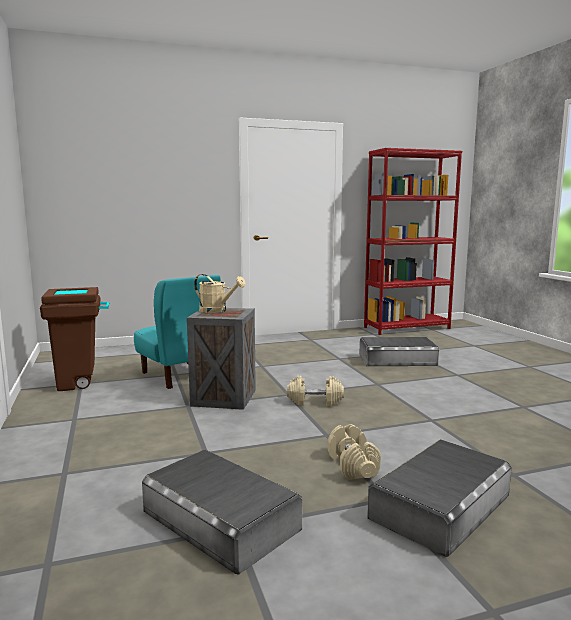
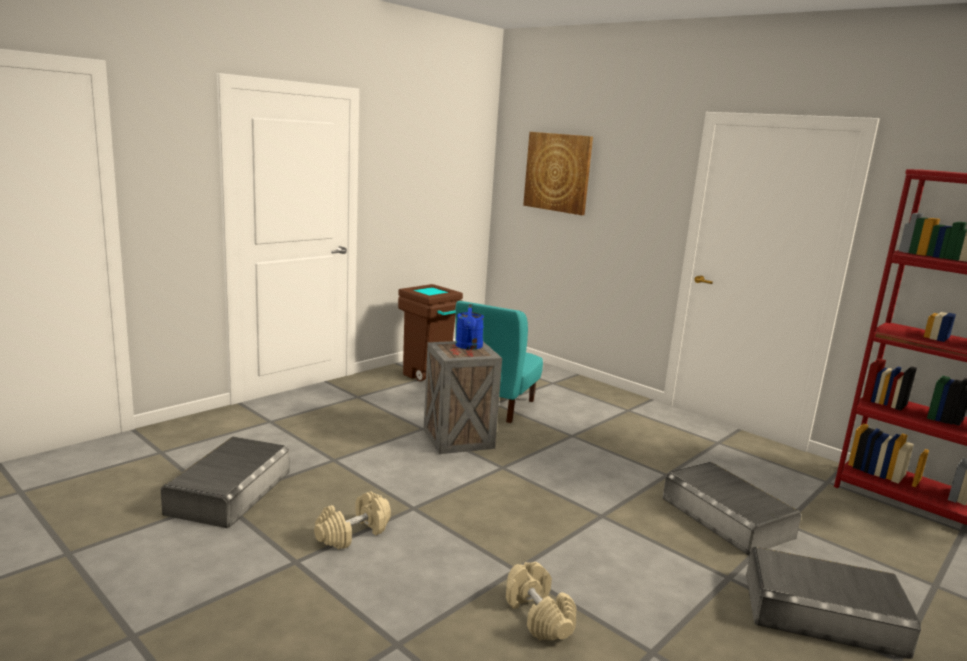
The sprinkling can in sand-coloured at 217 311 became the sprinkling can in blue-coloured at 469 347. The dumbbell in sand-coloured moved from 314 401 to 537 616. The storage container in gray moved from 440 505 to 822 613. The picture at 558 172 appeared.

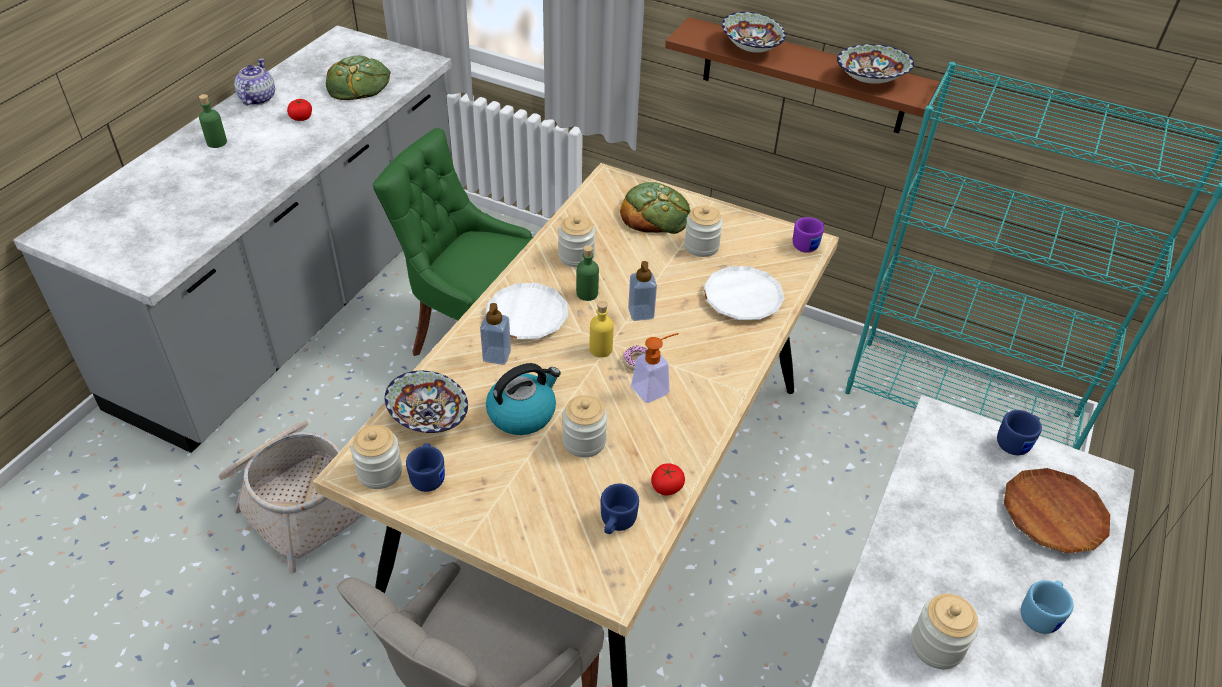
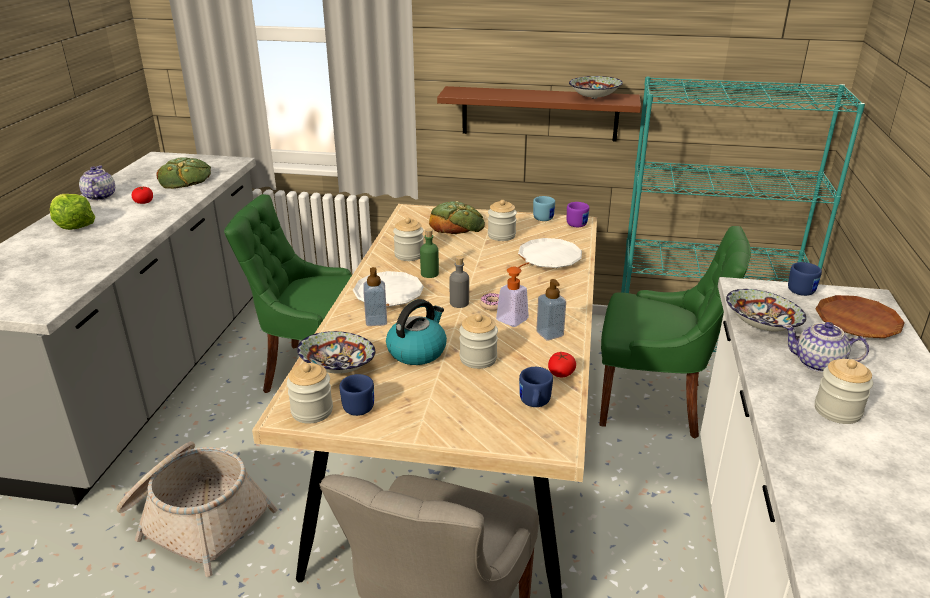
The bowl moved from 750 48 to 760 326. The beverage bottle in greenish at 216 142 was replaced by the head of lettuce at 73 225. The soap bottle moved from 641 313 to 549 334. The beverage bottle in yellow at 600 349 became the beverage bottle in gray at 459 303. The mug in blue-coloured moved from 1041 614 to 544 217. The chair in greenish at 654 403 appeared. The tea pot at 819 364 appeared.

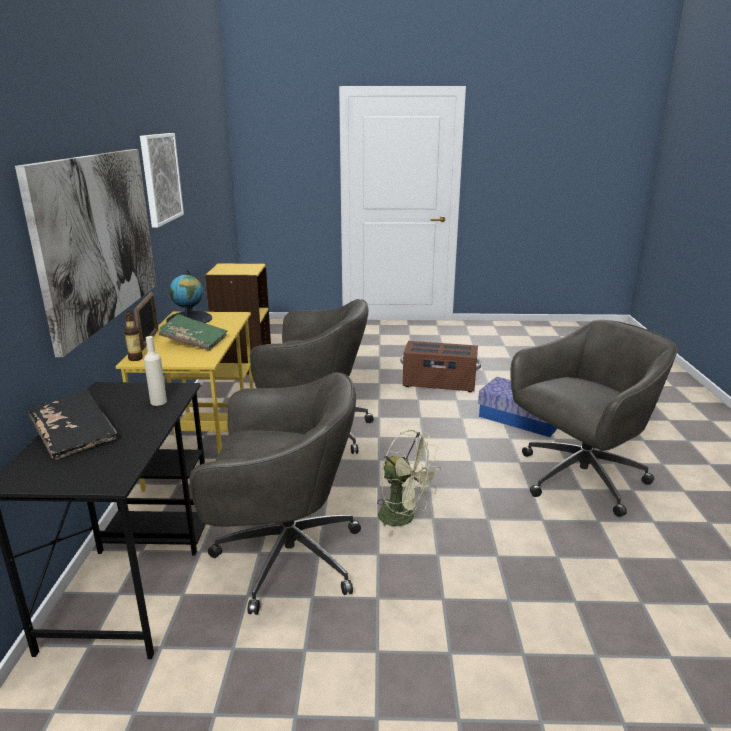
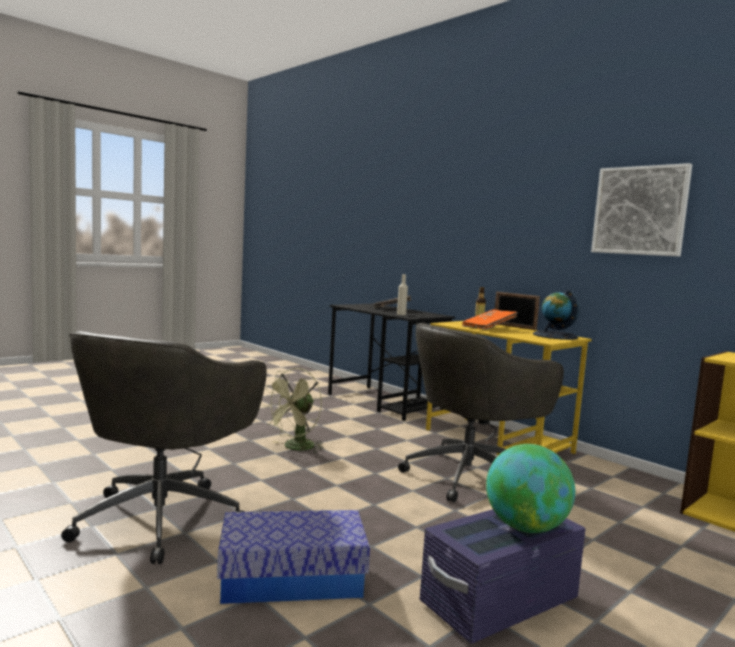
The picture at 98 239 disappeared. The book in greenish at 194 342 became the book in orange-coloured at 489 328. The storage container in brown-coloured at 439 383 became the storage container in purple at 498 602. The computer chair in gray at 284 557 disappeared. The fan in greenish at 404 518 turned 45 degrees counterclockwise. The globe at 525 527 appeared.

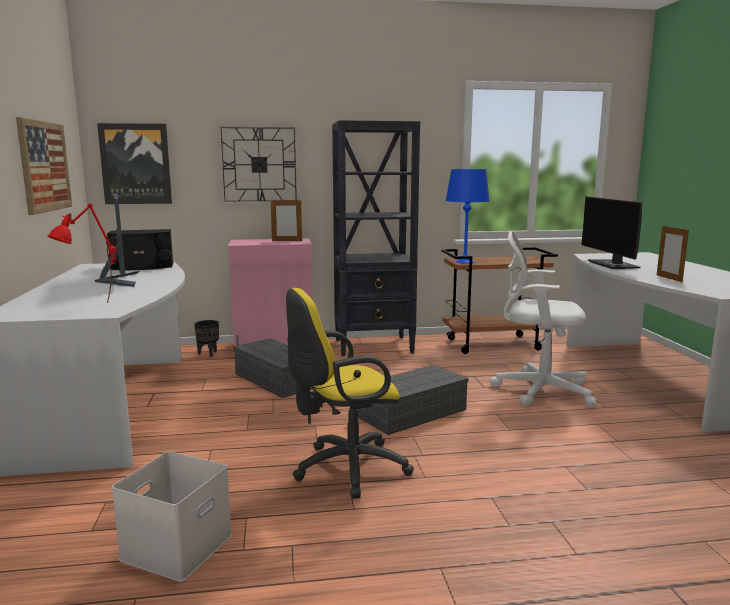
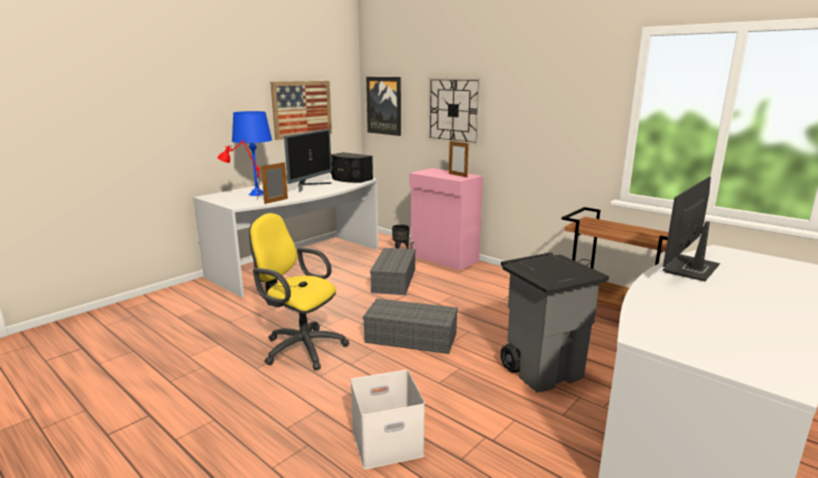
The shelving unit in black at 374 346 disappeared. The lamp for a table in blue-coloured moved from 465 261 to 257 194. The picture frame moved from 669 278 to 276 201. The computer chair in whitish at 538 390 was replaced by the trash can in gray at 543 370. The storage container in whitish moved from 177 545 to 388 441.

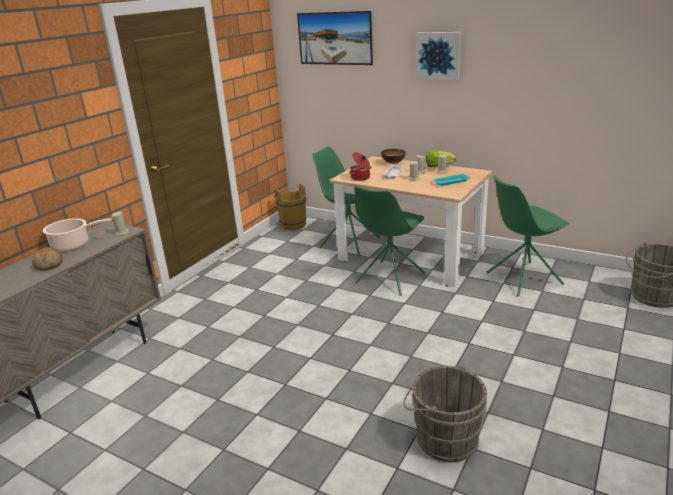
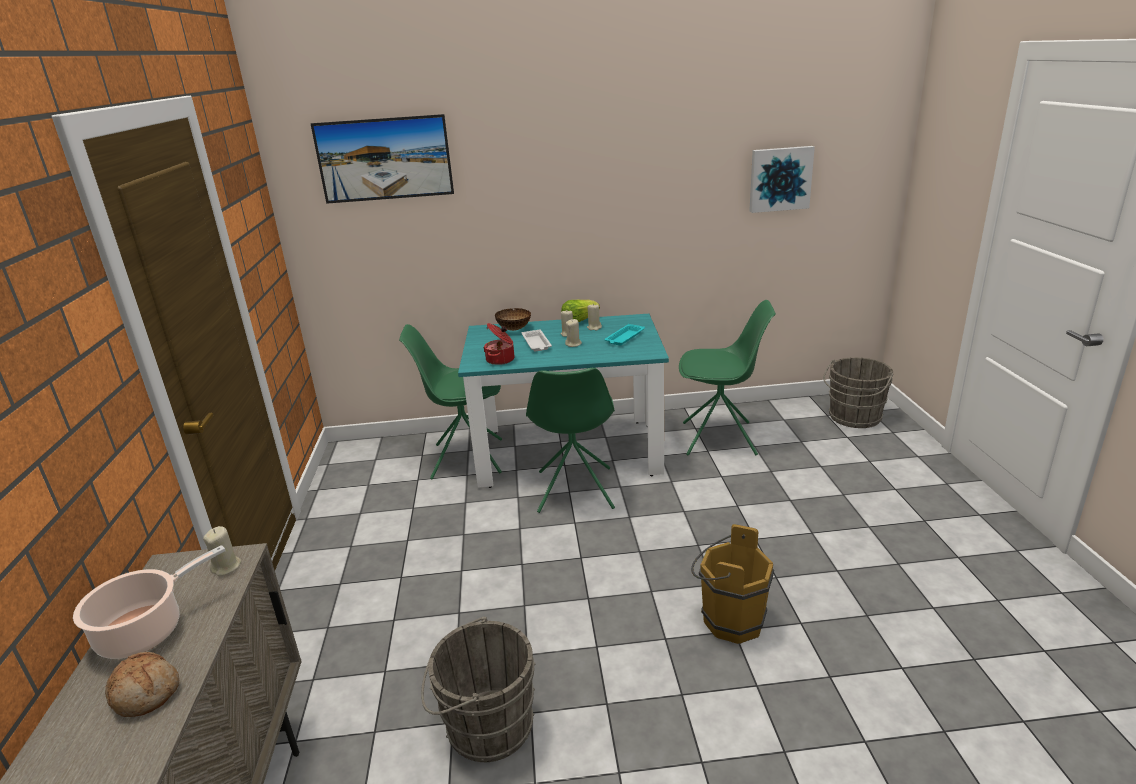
The picture moved from 438 55 to 780 179. The dinner table in sand-coloured at 410 257 became the dinner table in turquoise at 568 452. The chair in greenish at 522 279 turned 120 degrees counterclockwise. The bucket in brown-coloured moved from 292 224 to 728 620. The bucket in gray moved from 443 438 to 484 726.

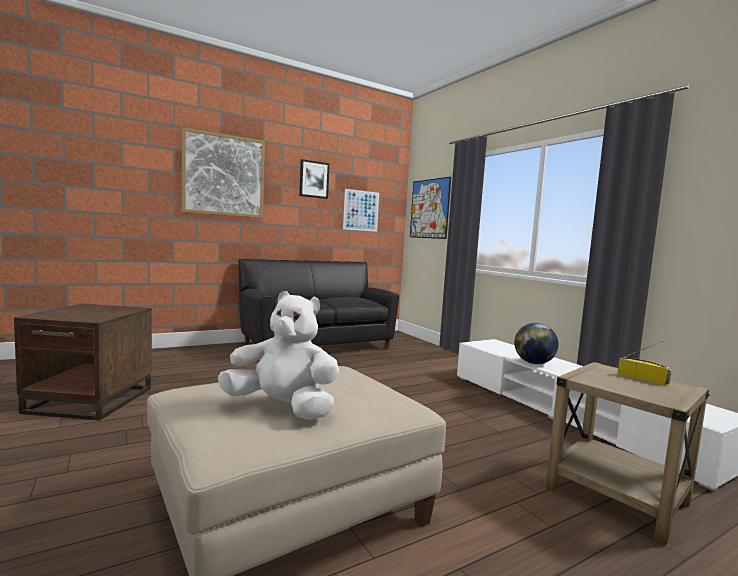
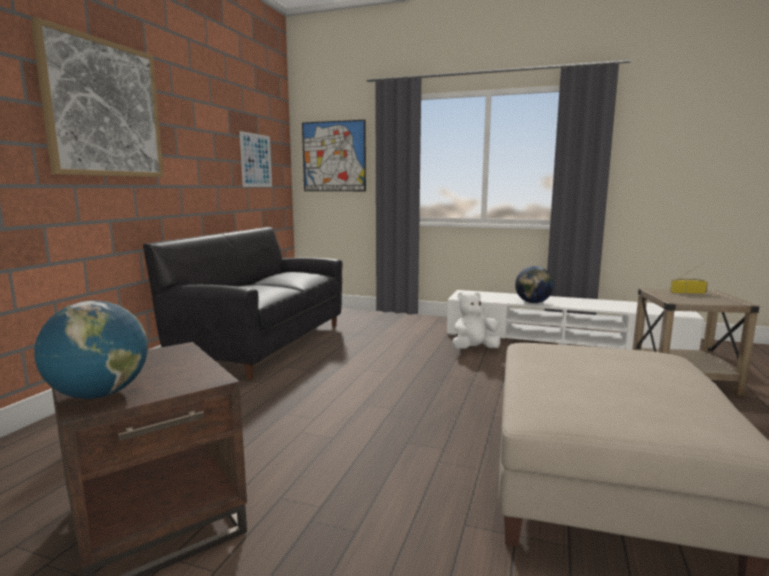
The picture at 314 179 disappeared. The cuddly toy in whitish moved from 282 408 to 474 349. The globe at 99 394 appeared.

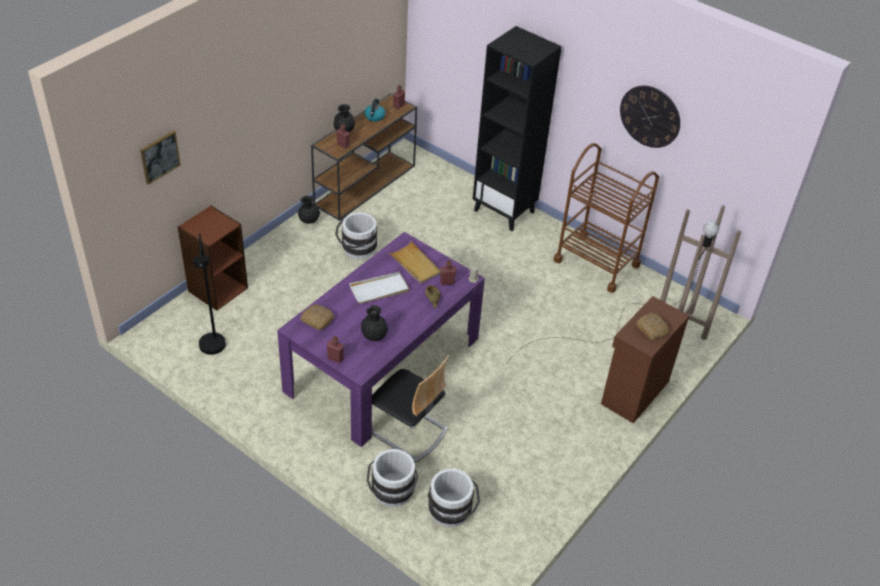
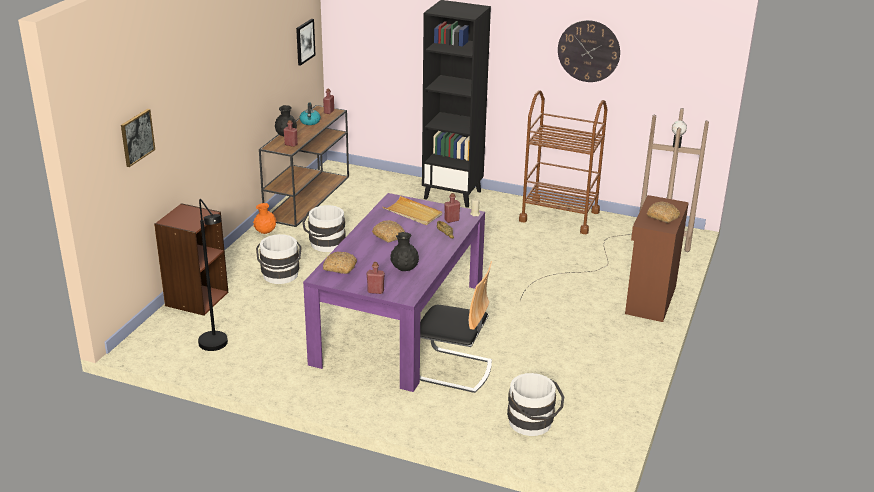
The decorative vase in black at 309 221 became the decorative vase in orange-coloured at 265 232. The serving tray in whitish at 379 289 was replaced by the baked bread at 389 235. The bucket in whitish moved from 392 494 to 280 277. The picture at 304 41 appeared.

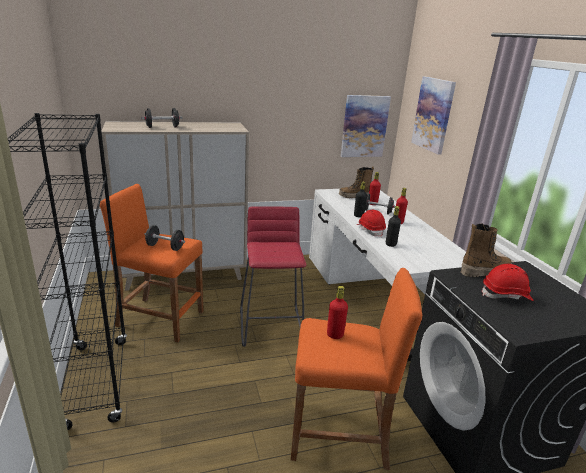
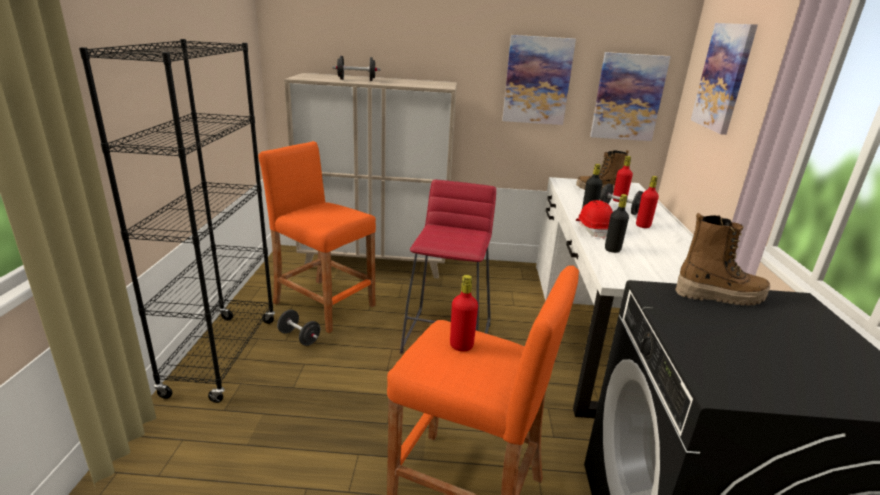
The dumbbell in black moved from 165 247 to 299 337. The safety helmet in reddish at 506 295 disappeared. The picture at 537 80 appeared.

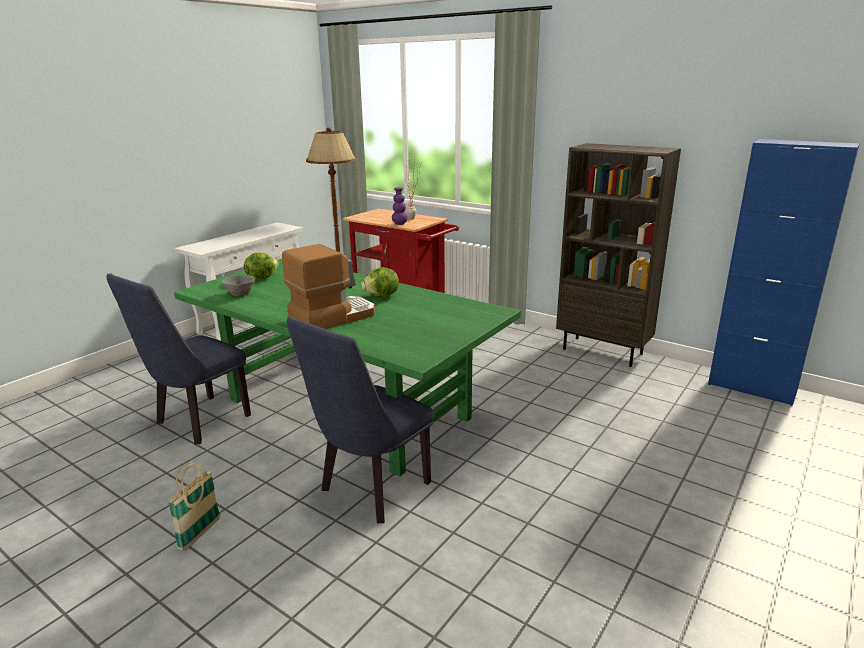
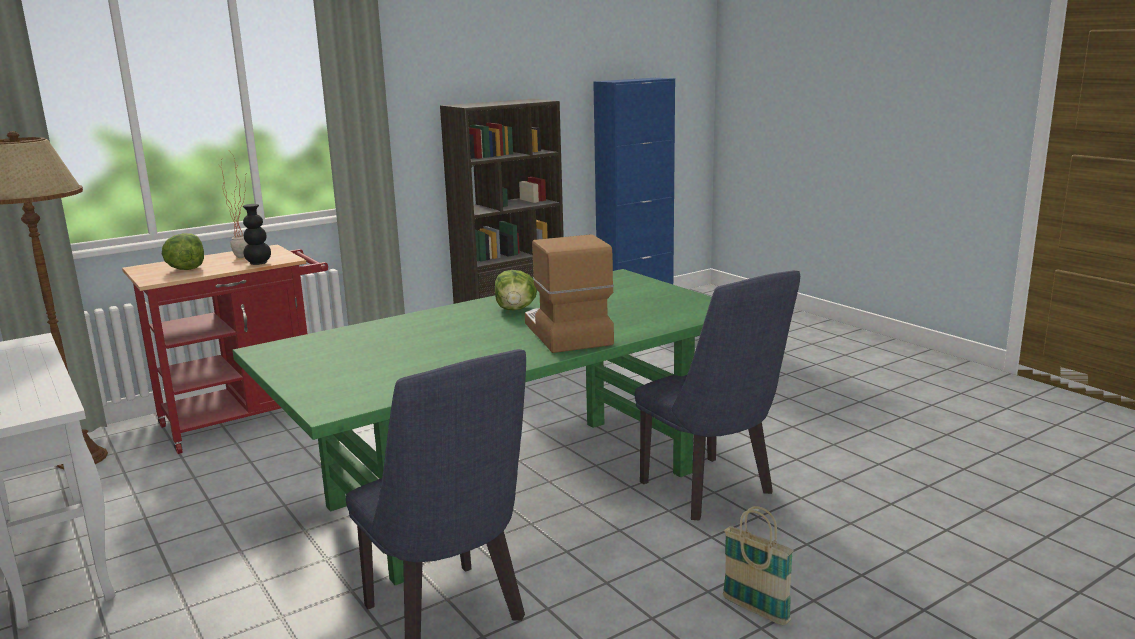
The decorative vase in purple at 399 224 became the decorative vase in black at 258 263. The head of lettuce moved from 261 278 to 186 269. The bowl in gray at 241 293 disappeared.

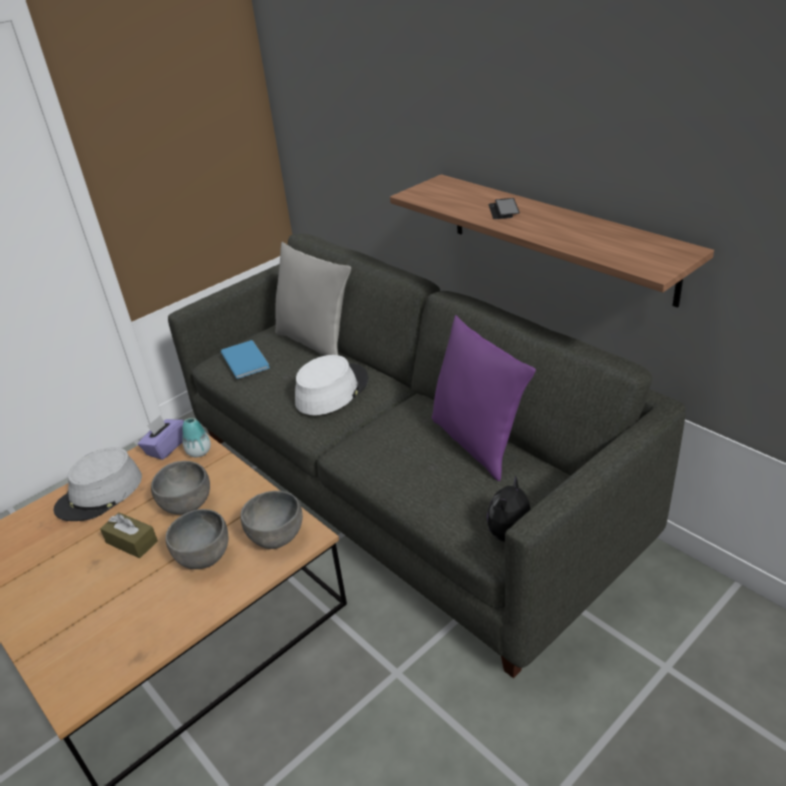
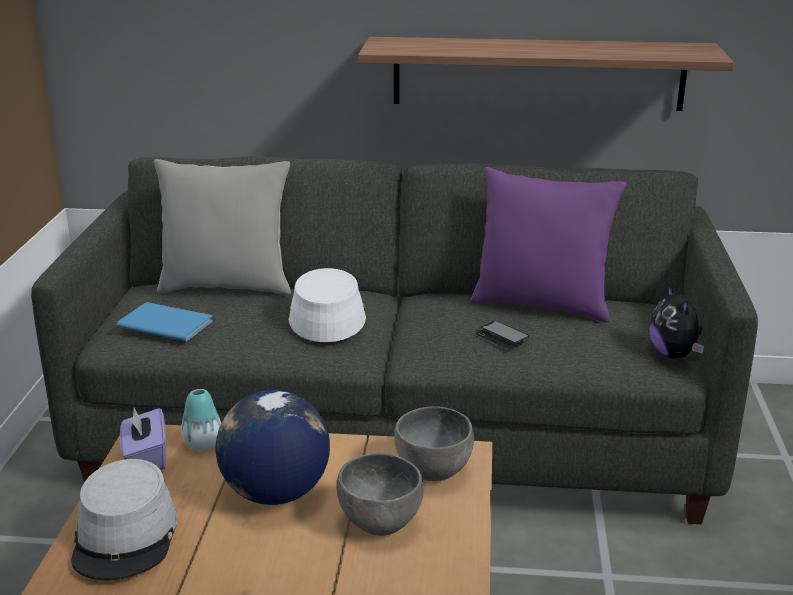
The phone moved from 503 210 to 502 336. The bowl in gray at 186 505 was replaced by the globe at 275 493. The tissue box in brown-coloured at 132 542 disappeared.

